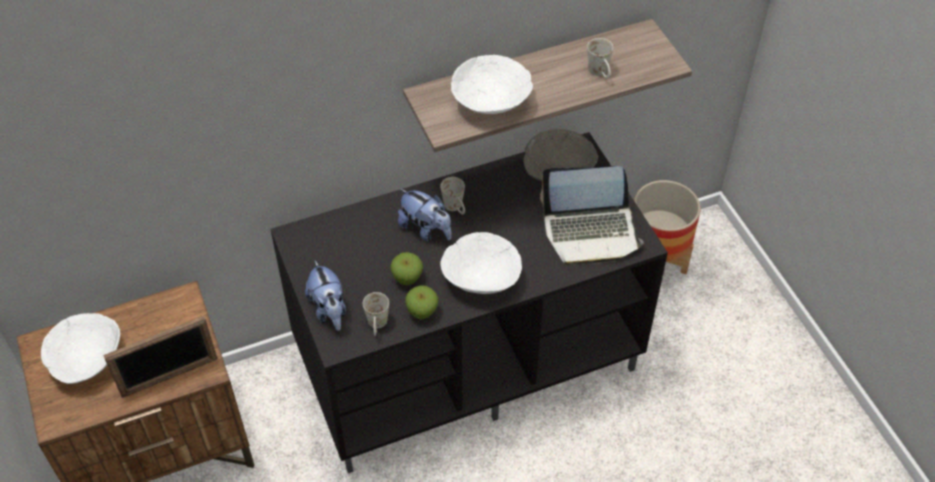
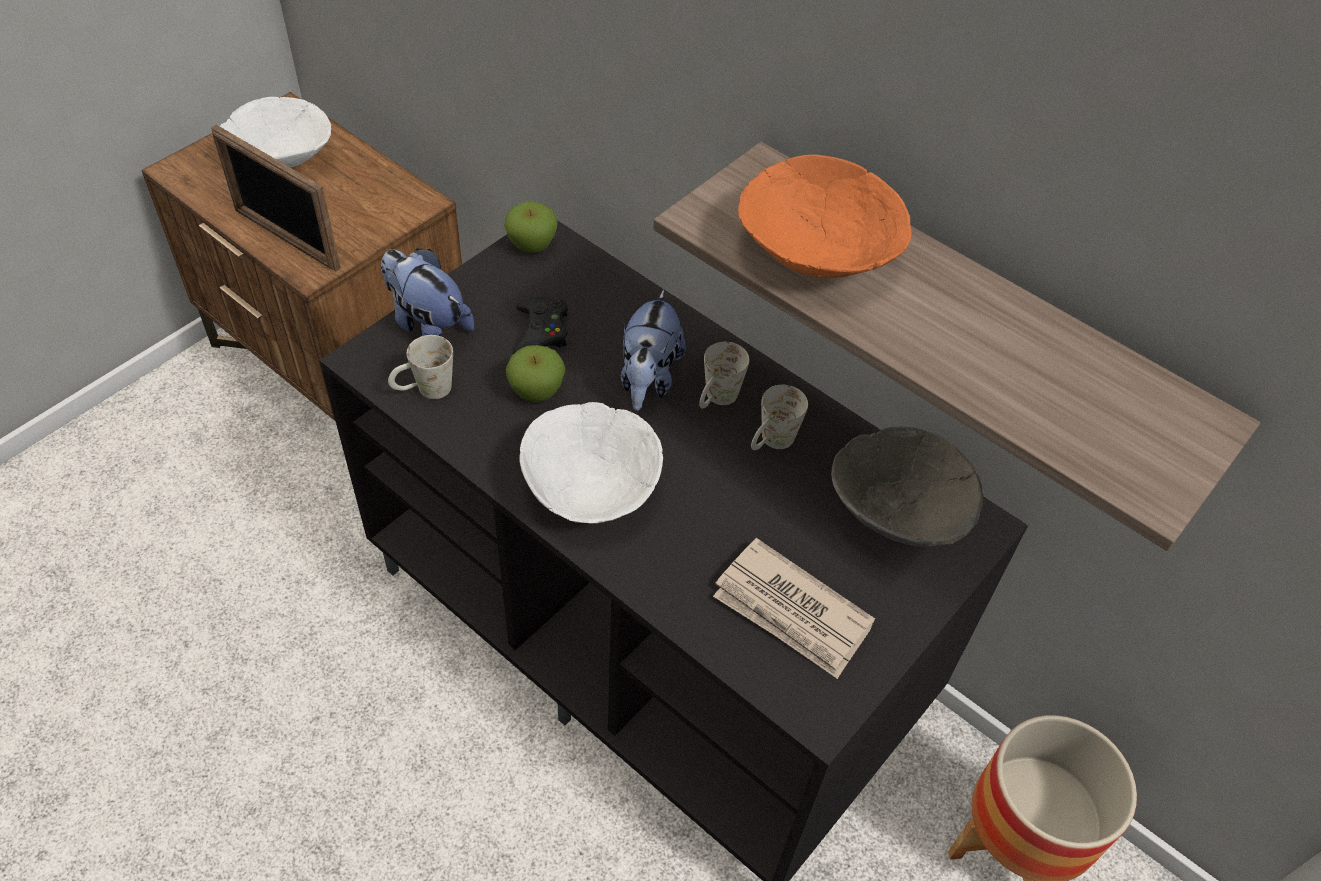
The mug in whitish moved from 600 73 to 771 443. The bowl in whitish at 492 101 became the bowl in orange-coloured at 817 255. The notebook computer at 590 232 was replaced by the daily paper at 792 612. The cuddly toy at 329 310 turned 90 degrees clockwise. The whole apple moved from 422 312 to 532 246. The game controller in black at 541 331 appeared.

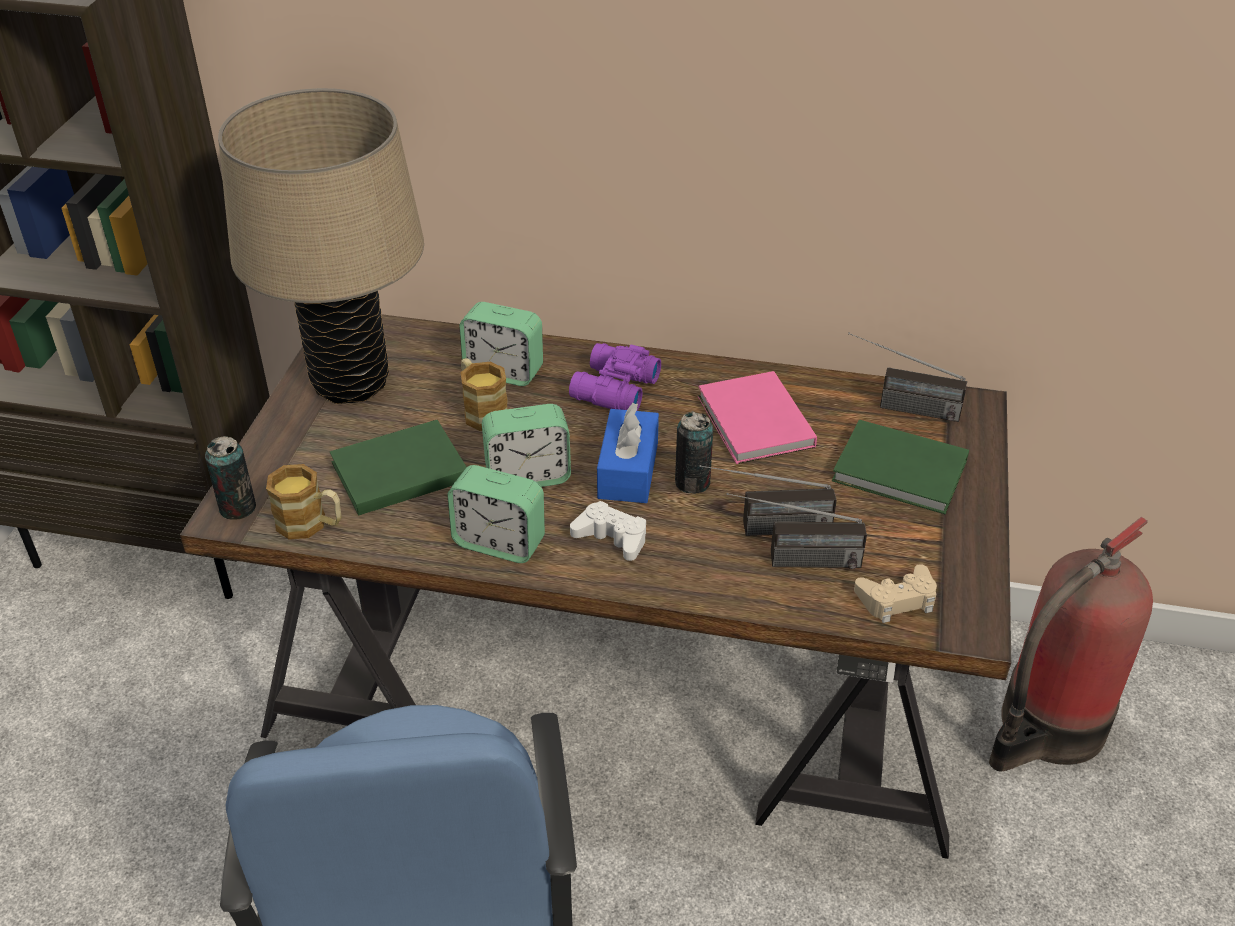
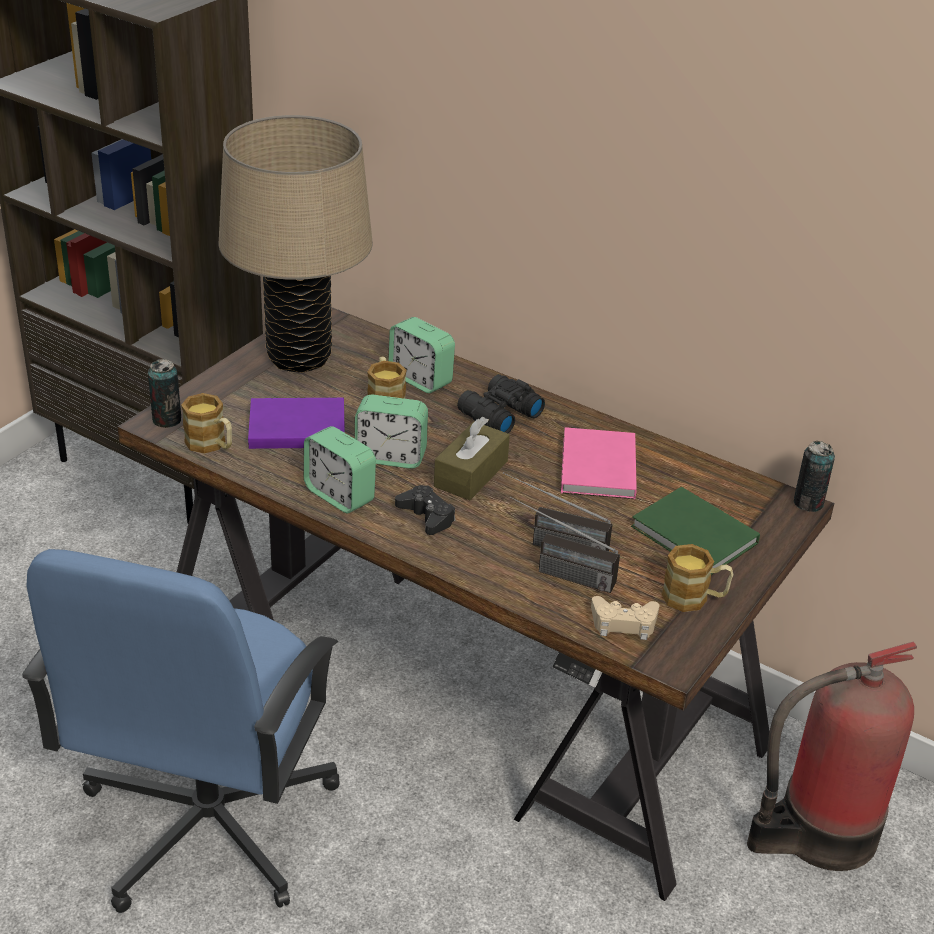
The radio receiver at 898 406 disappeared. The pair of binoculars in purple at 612 389 became the pair of binoculars in black at 498 414. The tissue box in blue-coloured at 628 470 became the tissue box in brown-coloured at 471 474. The sealed can moved from 692 482 to 808 503. The book in greenish at 396 471 became the book in purple at 294 426. The game controller in whitish at 612 537 became the game controller in black at 426 516. The mug at 694 598 appeared.

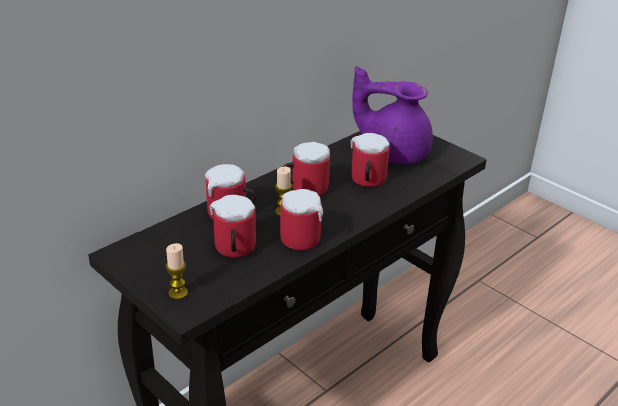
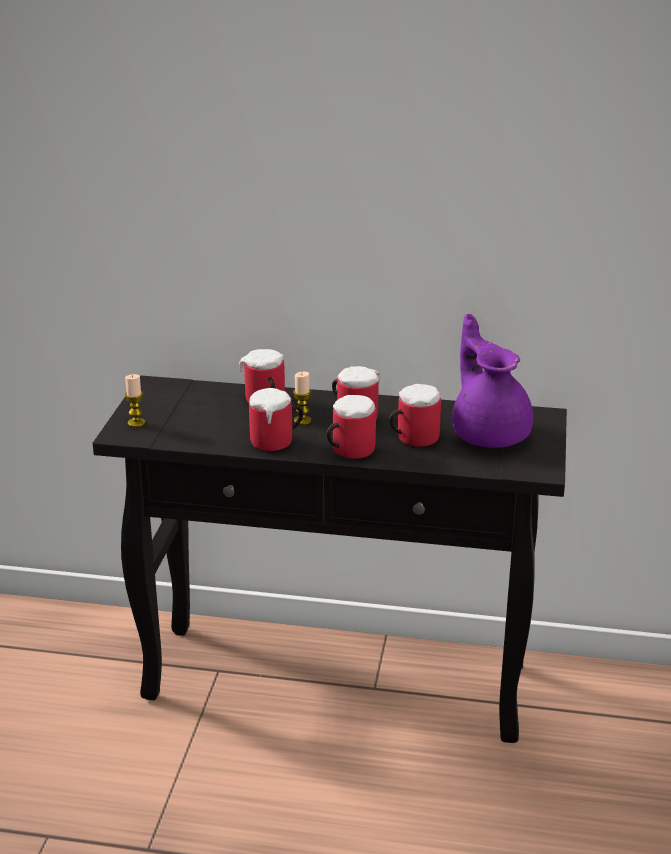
The mug moved from 233 250 to 347 450.

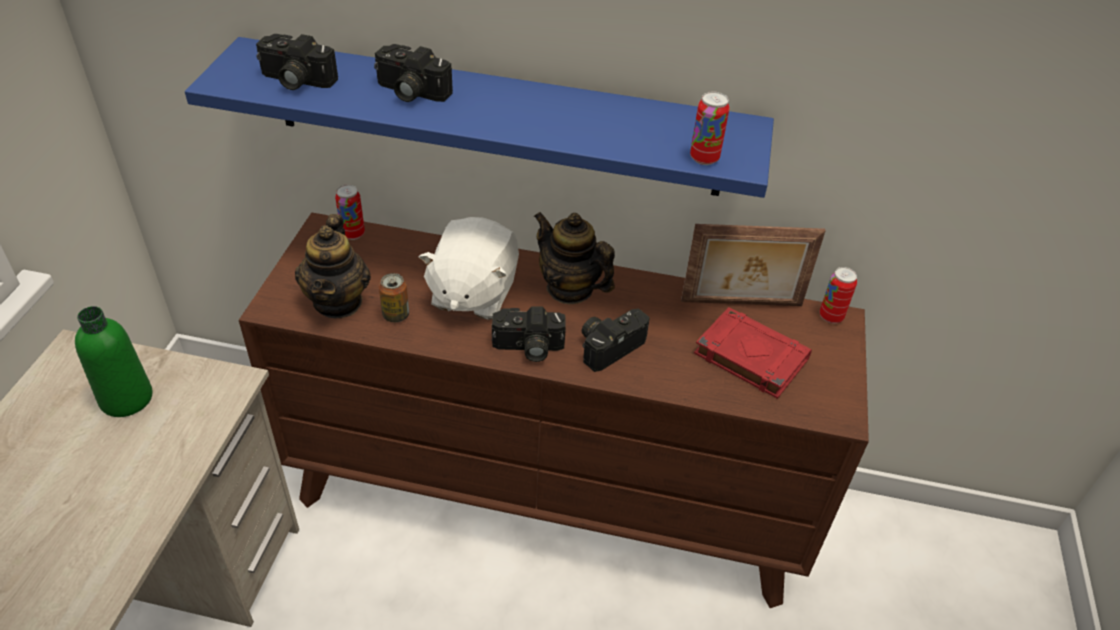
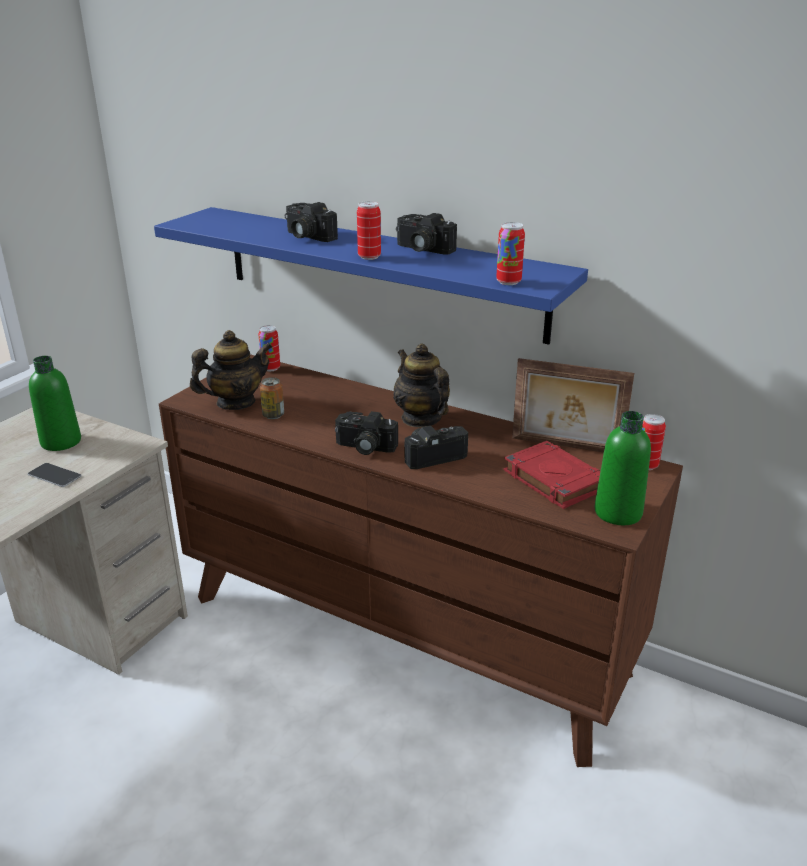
The still camera moved from 295 81 to 422 249. The tea pot at 338 302 turned 135 degrees counterclockwise. The cuddly toy in whitish at 472 293 disappeared. The sealed can at 369 257 appeared. The beverage bottle in greenish at 618 512 appeared. The phone at 54 475 appeared.

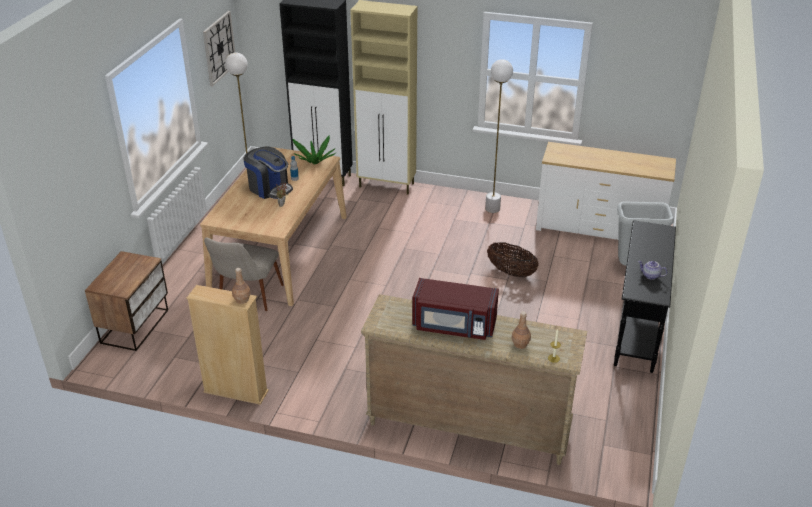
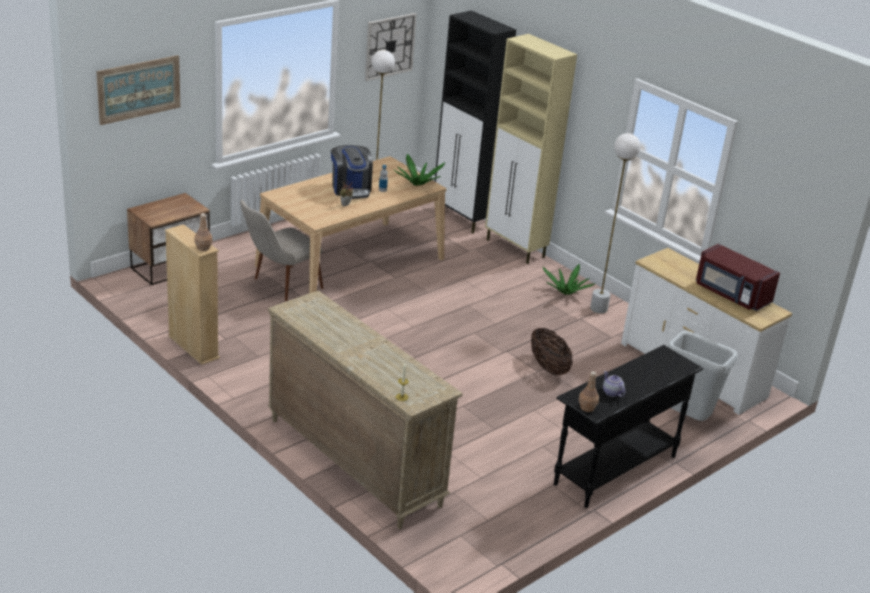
The microwave in reddish moved from 454 326 to 731 294. The beverage bottle in brown-coloured moved from 520 344 to 587 407. The picture at 139 89 appeared. The houseplant at 565 292 appeared.

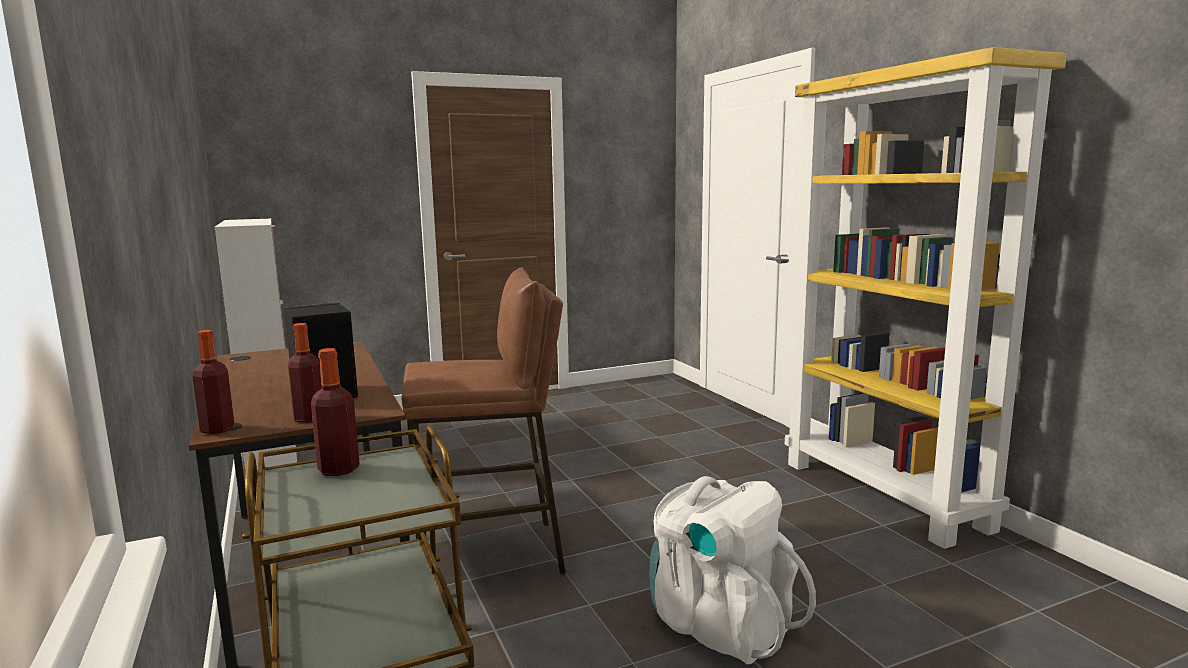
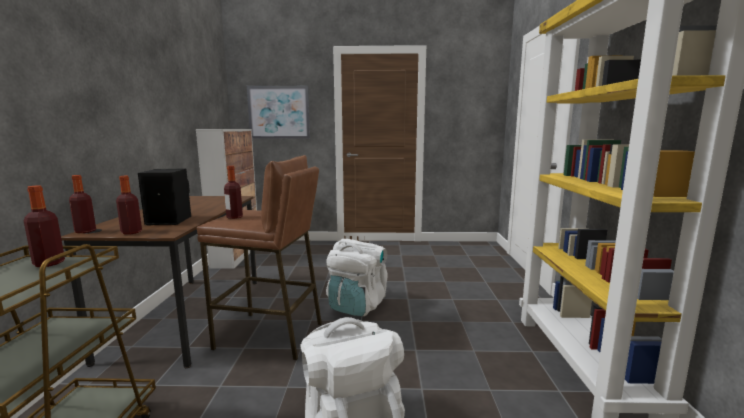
The picture at 279 112 appeared. The beverage bottle at 234 217 appeared. The backpack in whitish at 357 305 appeared.

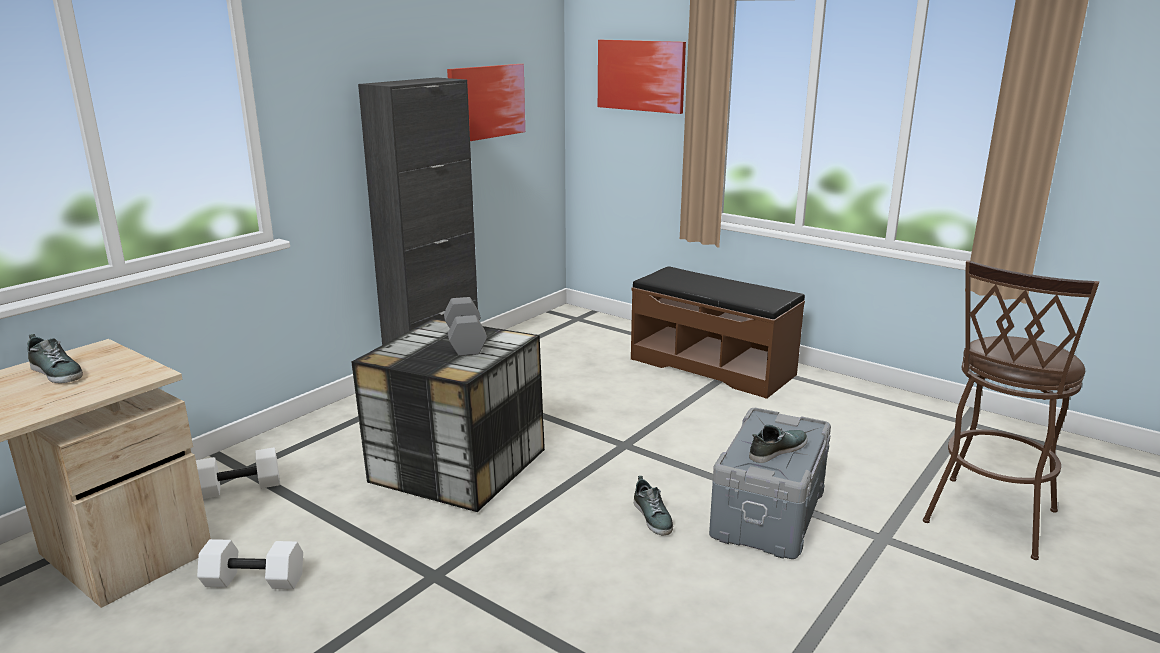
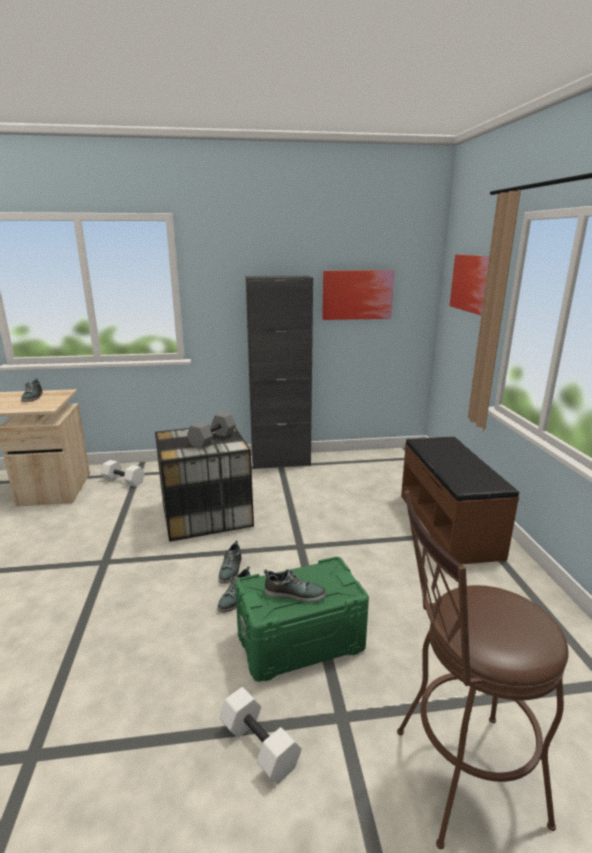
The storage container in gray at 770 513 became the storage container in greenish at 301 642. The dumbbell in whitish moved from 252 581 to 257 746. The low shoe at 231 569 appeared.

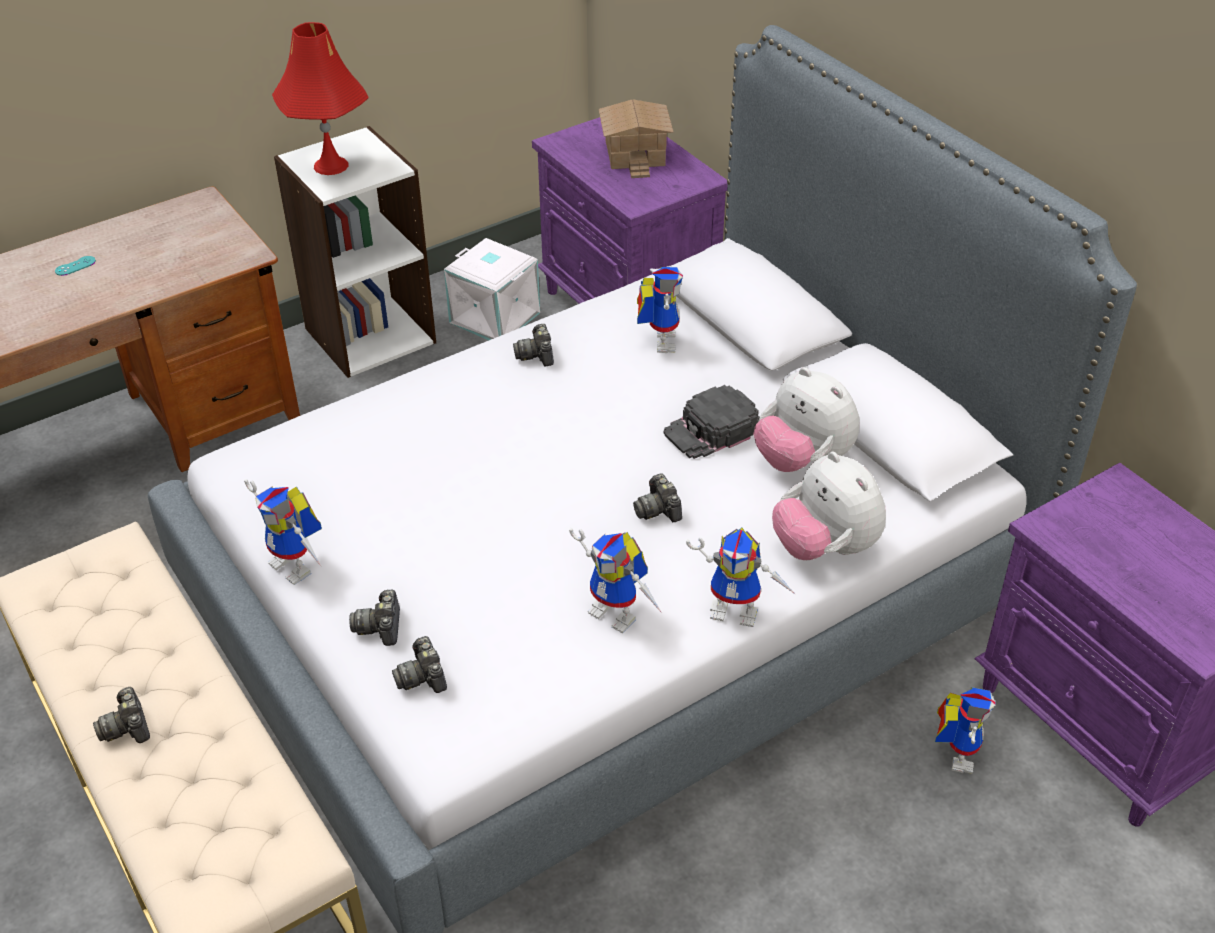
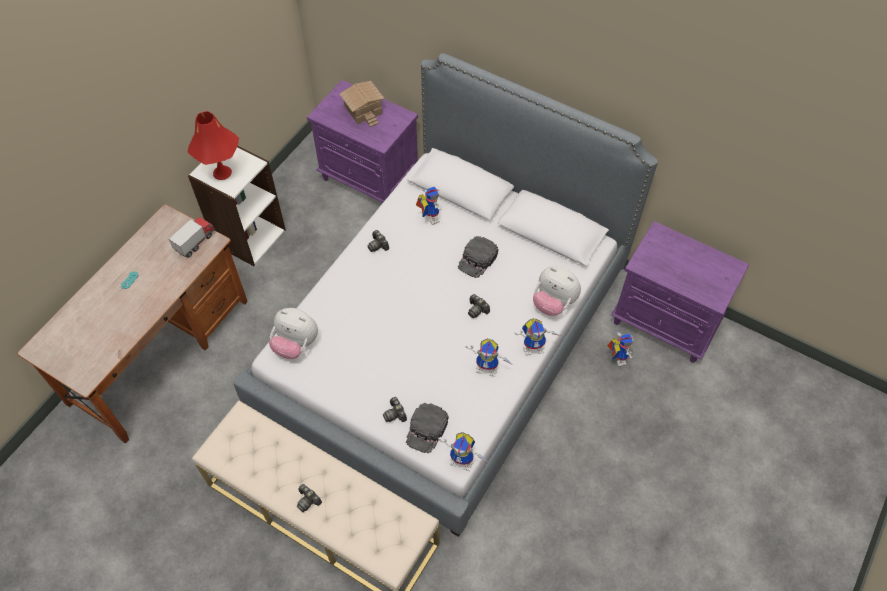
The storage container in whitish at 496 317 disappeared. The cuddly toy moved from 802 459 to 296 344. The robot figure moved from 298 566 to 464 460. The still camera at 422 677 was replaced by the cap in black at 427 430. The toy truck at 195 242 appeared.

